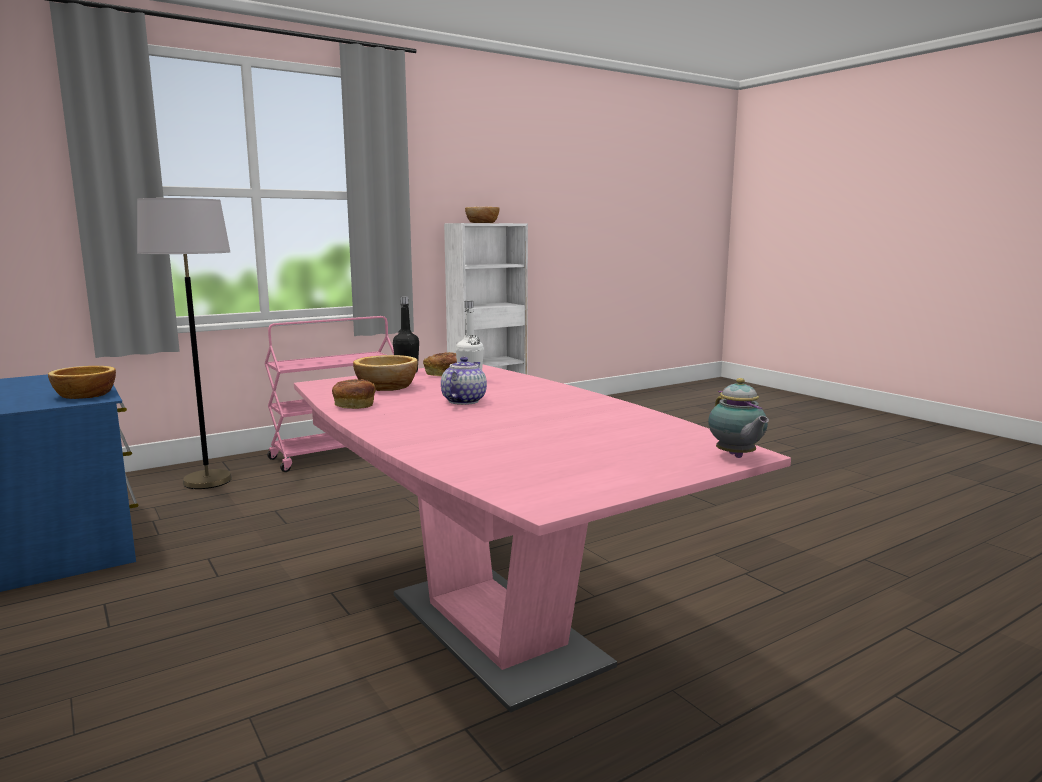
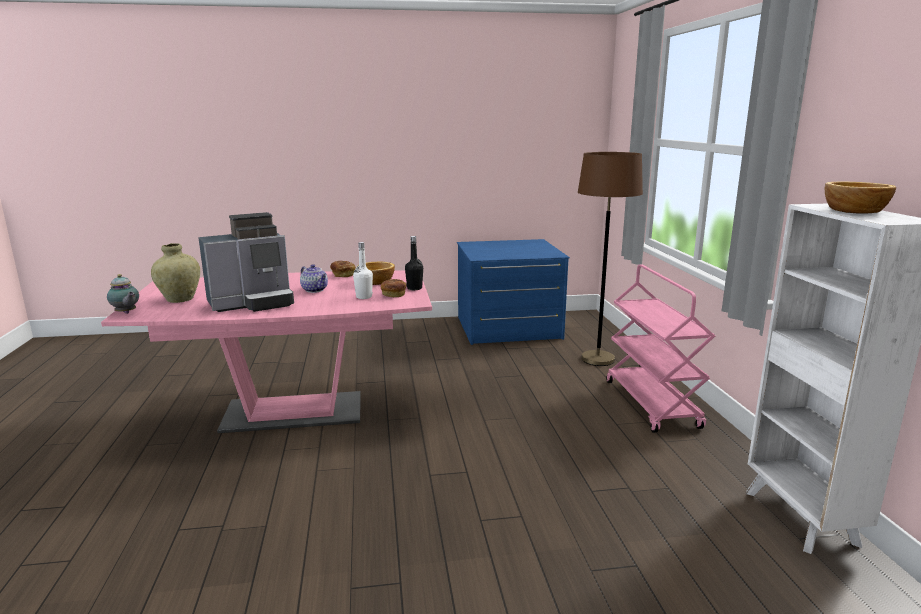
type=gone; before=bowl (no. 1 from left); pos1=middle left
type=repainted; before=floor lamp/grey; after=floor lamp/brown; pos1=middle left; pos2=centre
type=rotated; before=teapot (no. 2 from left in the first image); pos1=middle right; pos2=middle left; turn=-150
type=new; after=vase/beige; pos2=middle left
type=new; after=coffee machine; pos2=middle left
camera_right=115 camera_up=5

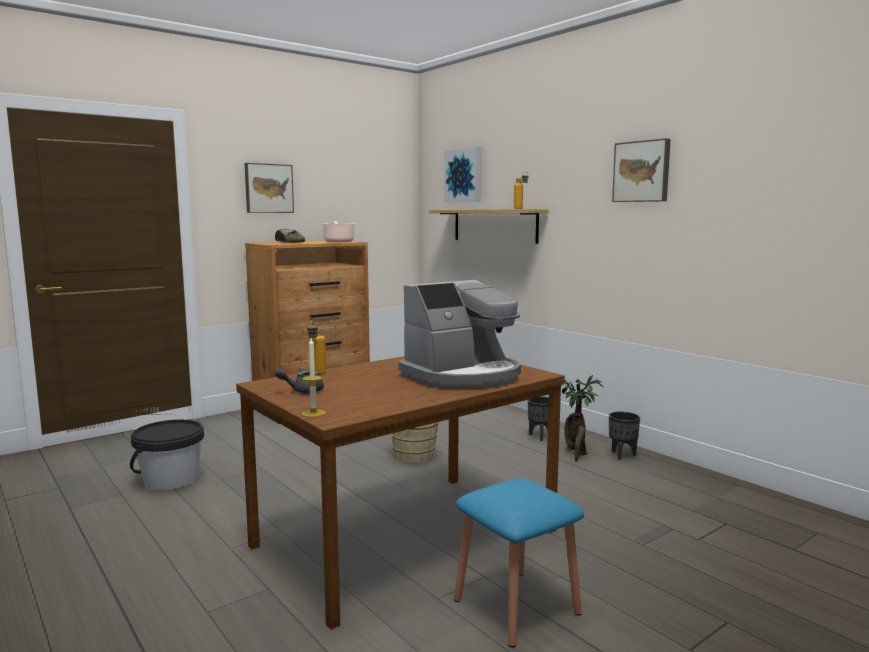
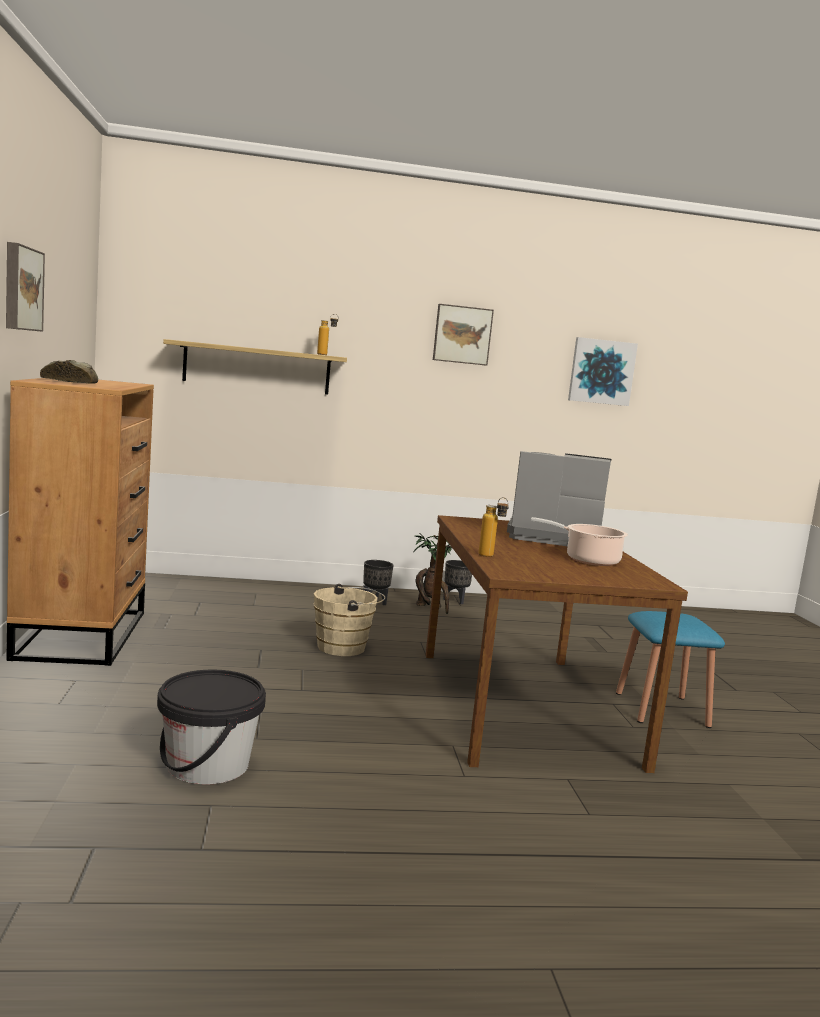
type=gone; before=teapot/grey; pos1=centre
type=gone; before=candle; pos1=centre
type=shifted; before=cooking pot; pos1=centre; pos2=middle right
type=rotated; before=coffee machine; pos1=centre; pos2=middle right; turn=-75
type=shifted; before=picture (no. 2 from left in the first image); after=picture (no. 3 from left); pos1=top centre; pos2=middle right
camera_right=-60 camera_up=0

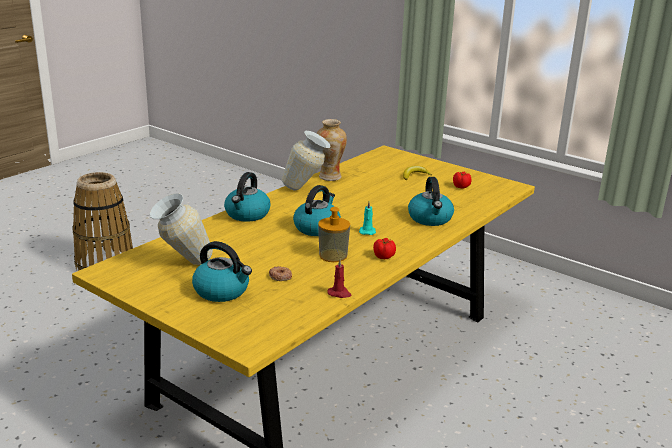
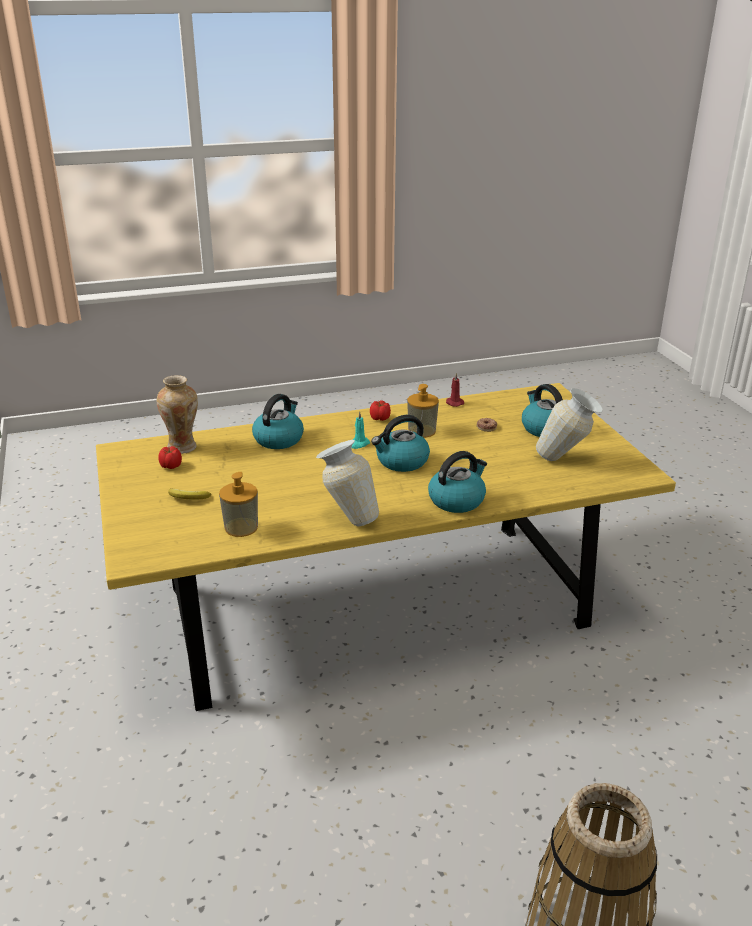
type=shifted; before=vase (no. 3 from left in the first image); after=vase (no. 1 from left); pos1=centre; pos2=middle left
type=new; after=soap dispenser (no. 1 from left); pos2=middle left
camera_right=-145 camera_up=5

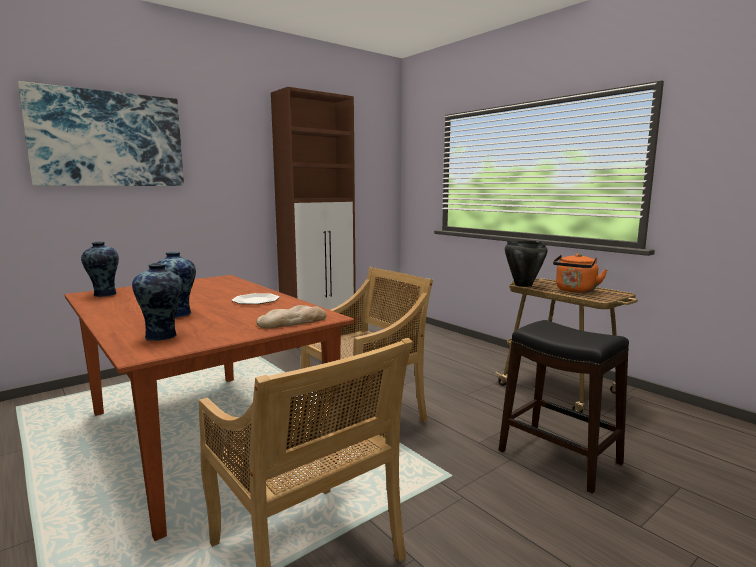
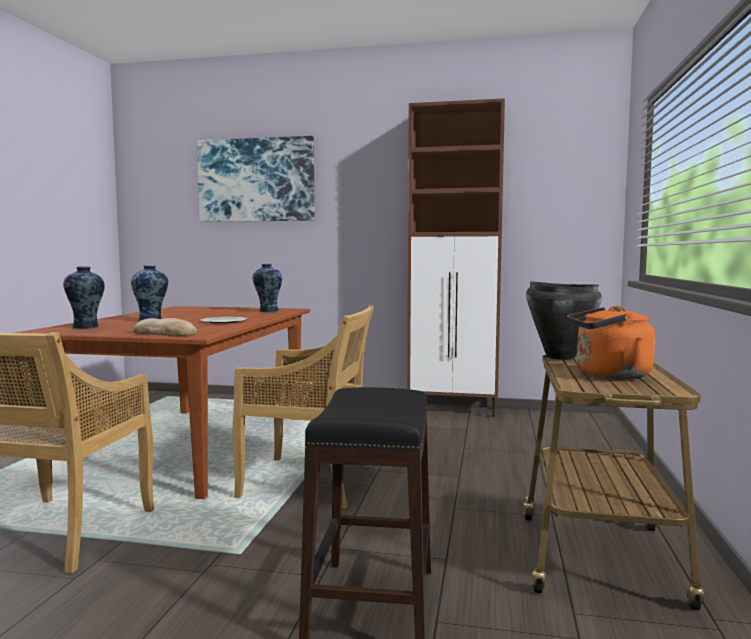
type=shifted; before=vase (no. 1 from left in the first image); after=vase (no. 3 from left); pos1=middle left; pos2=centre
camera_right=50 camera_up=-5

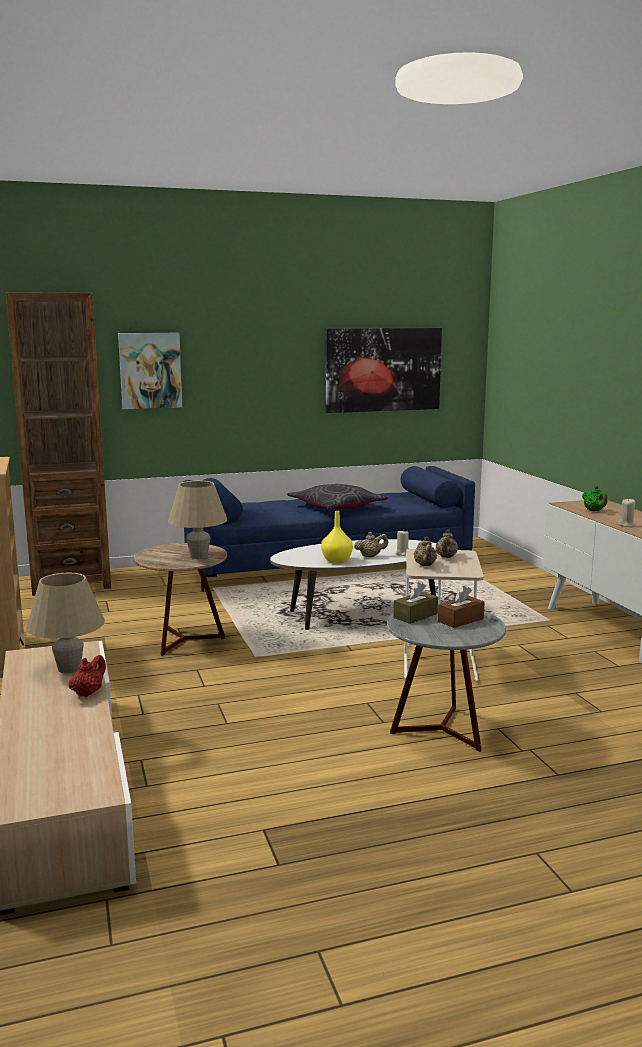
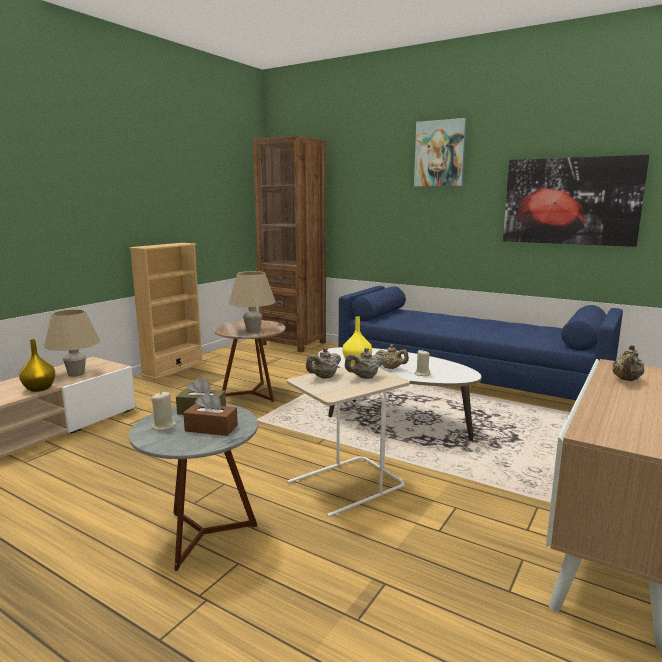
type=swapped; before=teapot/red; after=vase/yellow (no. 1 from left); pos1=middle left; pos2=middle left
type=shifted; before=picture (no. 1 from left); pos1=middle left; pos2=top centre
type=gone; before=pillow/grey; pos1=centre
type=repainted; before=teapot/green; after=teapot/beige (no. 4 from left); pos1=middle right; pos2=middle right
type=shifted; before=candle/beige (no. 2 from left in the first image); after=candle/beige (no. 1 from left); pos1=middle right; pos2=middle left
camera_right=50 camera_up=0

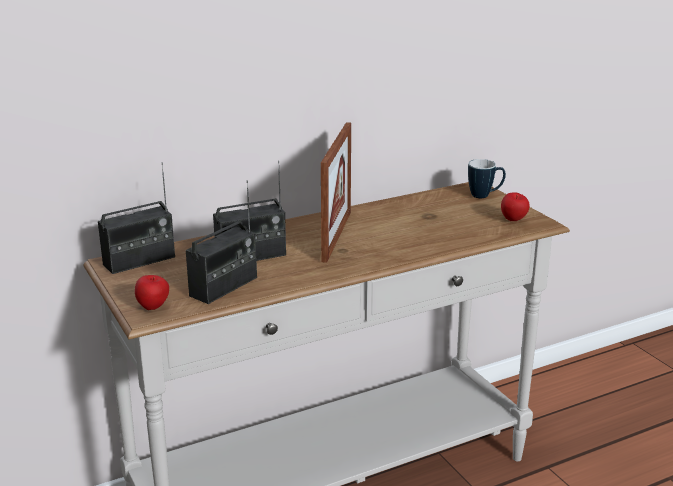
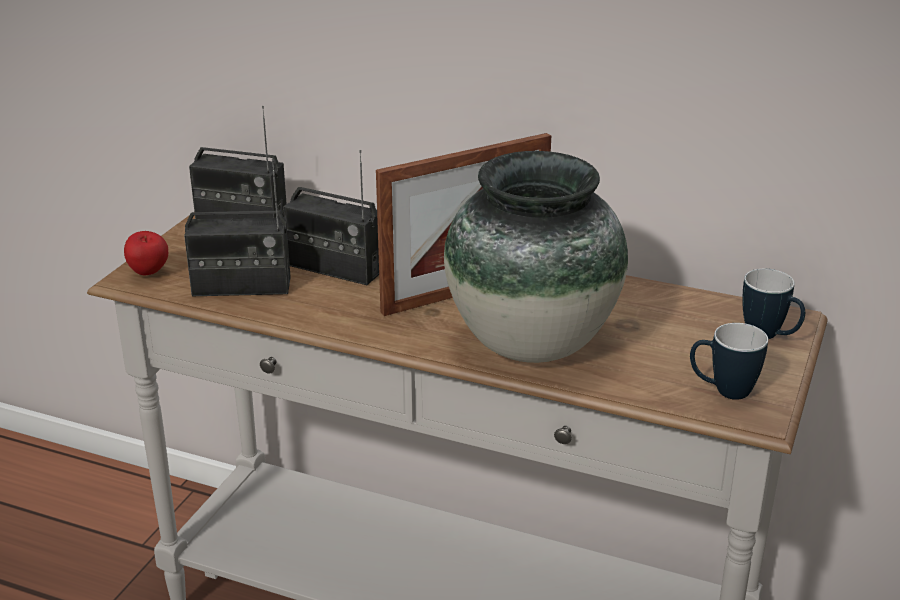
type=swapped; before=apple (no. 2 from left); after=mug (no. 1 from left); pos1=middle right; pos2=middle right
type=new; after=vase; pos2=centre
camera_right=50 camera_up=5

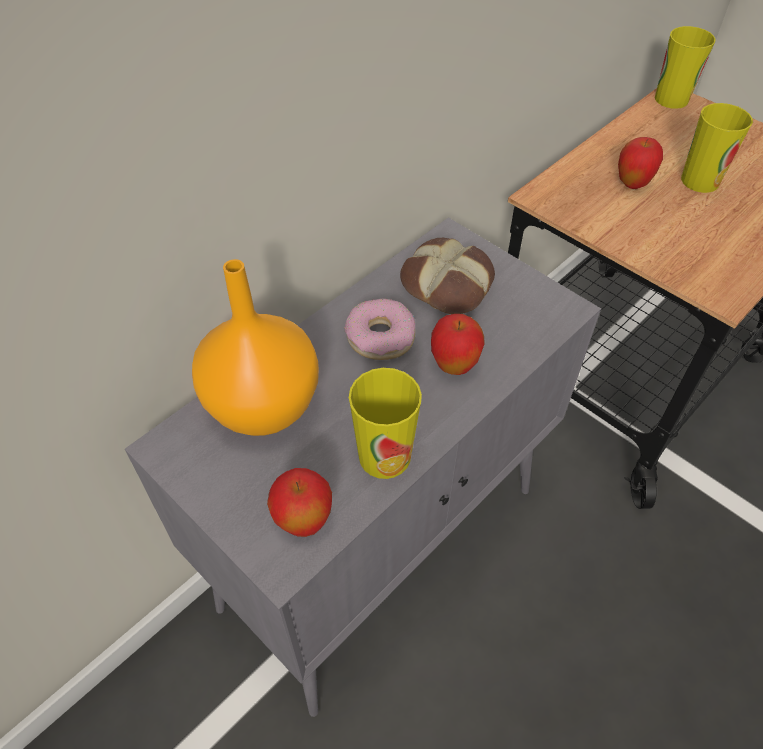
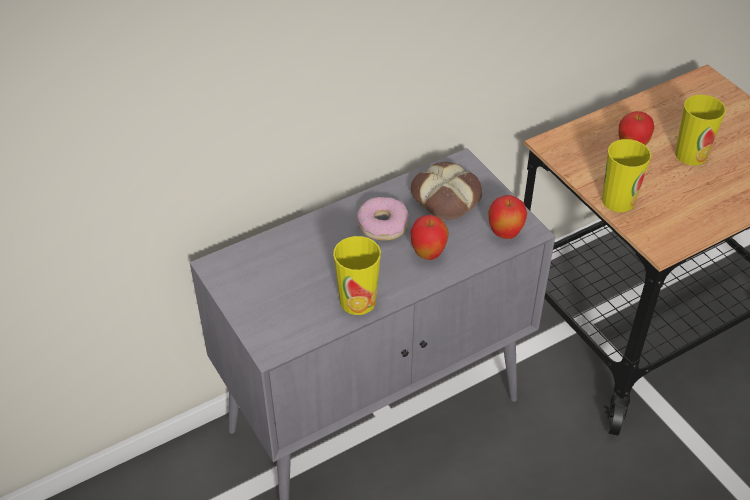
type=gone; before=vase/orange; pos1=centre
type=shifted; before=apple (no. 1 from left in the first image); after=apple (no. 2 from left); pos1=bottom centre; pos2=middle right
type=shifted; before=cup (no. 2 from left); pos1=top right; pos2=middle right
camera_right=15 camera_up=-5

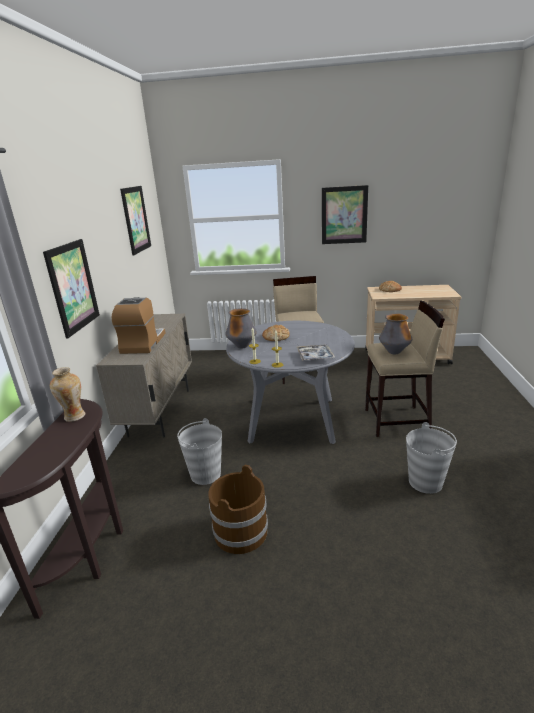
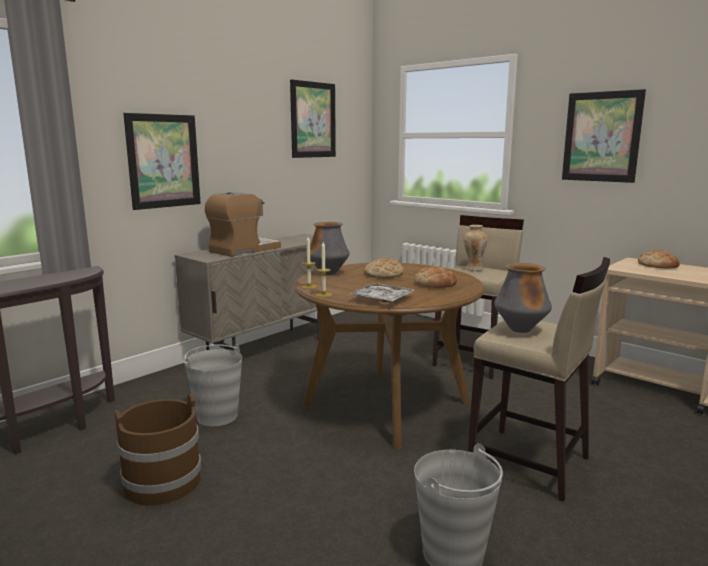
type=shifted; before=vase (no. 1 from left in the first image); after=vase (no. 2 from left); pos1=middle left; pos2=middle right
type=repainted; before=dining table/grey; after=dining table/brown; pos1=centre; pos2=centre
type=new; after=bread (no. 2 from left); pos2=centre
camera_right=35 camera_up=-10

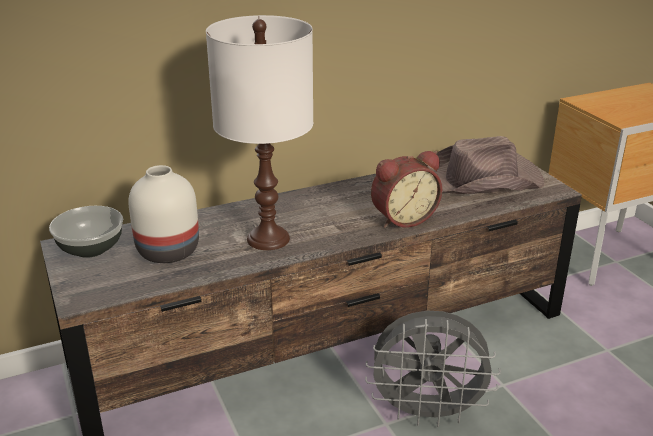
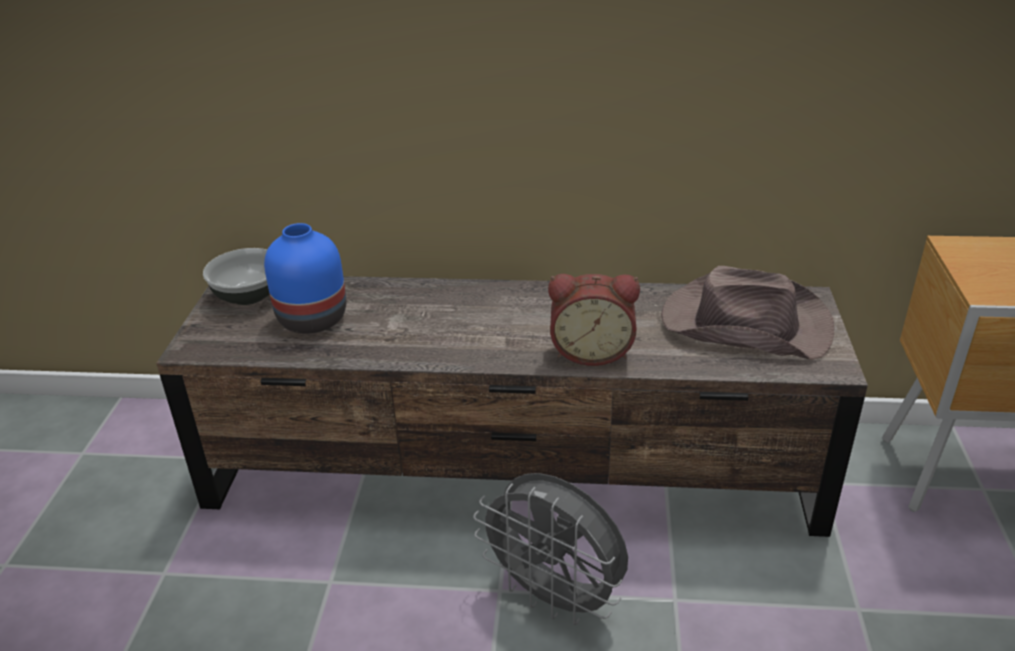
type=repainted; before=vase/white; after=vase/blue; pos1=middle left; pos2=middle left
type=gone; before=table lamp/white; pos1=top centre
camera_right=30 camera_up=5

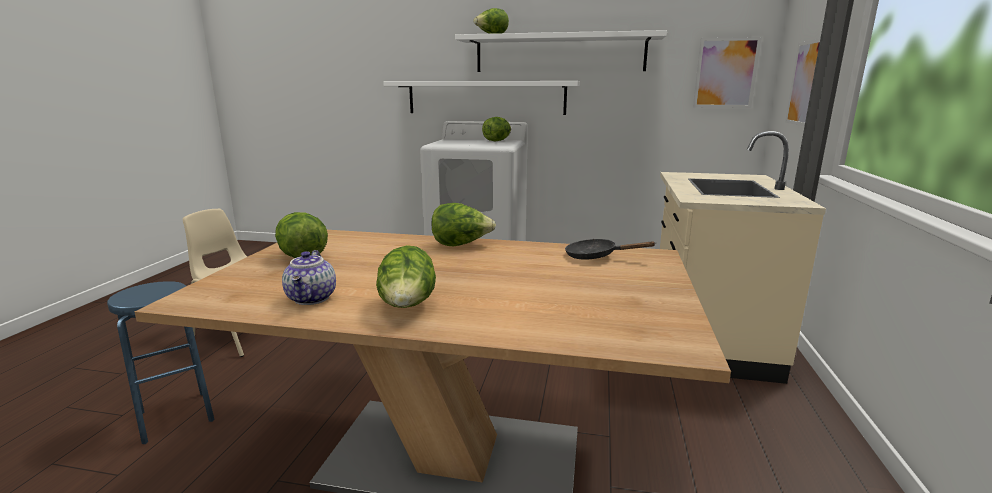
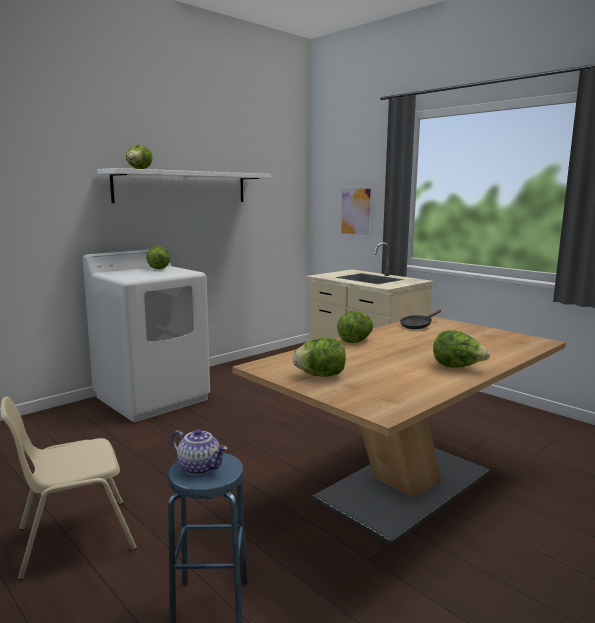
type=shifted; before=teapot; pos1=middle left; pos2=bottom centre
type=gone; before=shelf/white (no. 1 from left); pos1=top centre
type=gone; before=picture (no. 1 from left); pos1=top right
camera_right=-55 camera_up=-5

